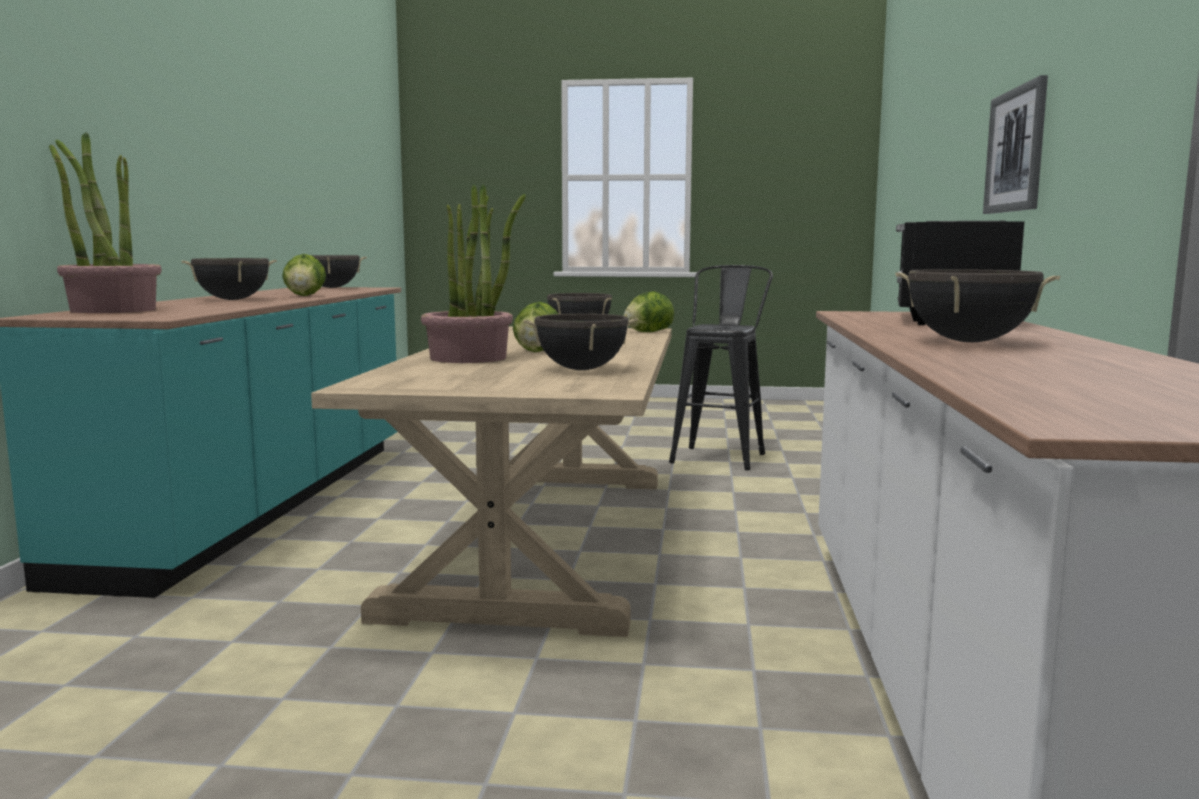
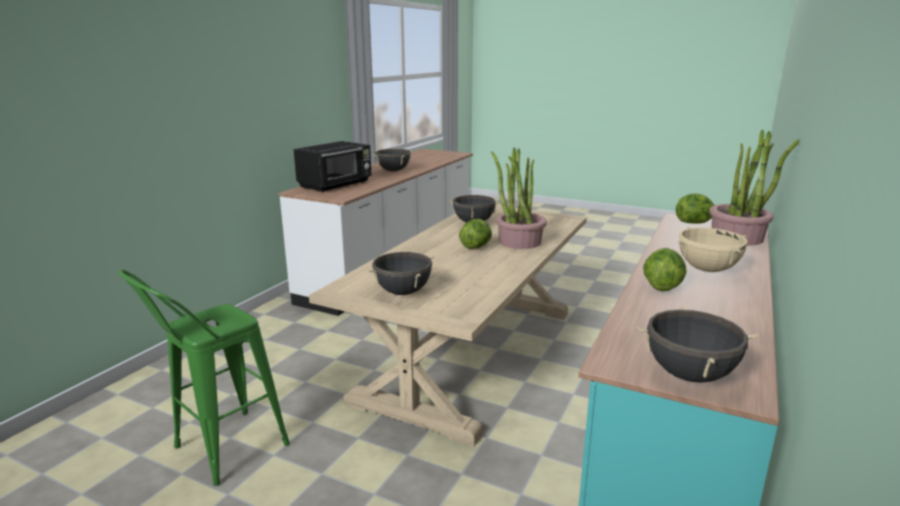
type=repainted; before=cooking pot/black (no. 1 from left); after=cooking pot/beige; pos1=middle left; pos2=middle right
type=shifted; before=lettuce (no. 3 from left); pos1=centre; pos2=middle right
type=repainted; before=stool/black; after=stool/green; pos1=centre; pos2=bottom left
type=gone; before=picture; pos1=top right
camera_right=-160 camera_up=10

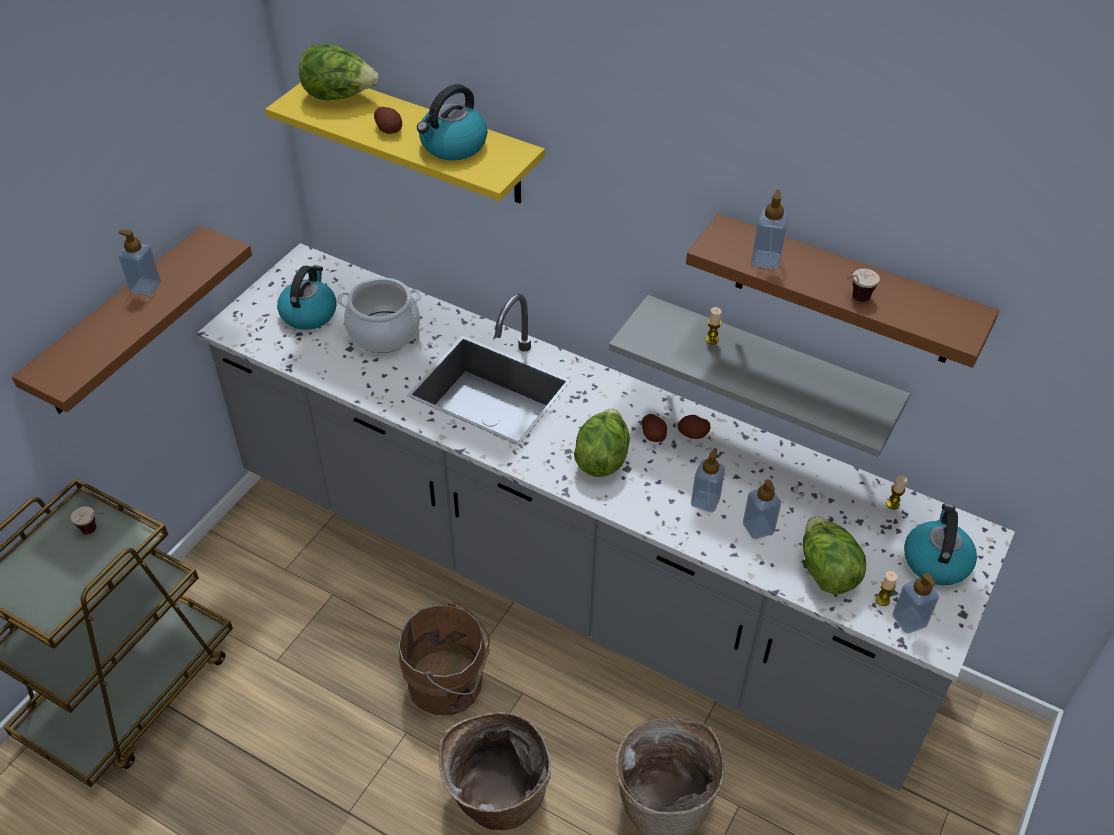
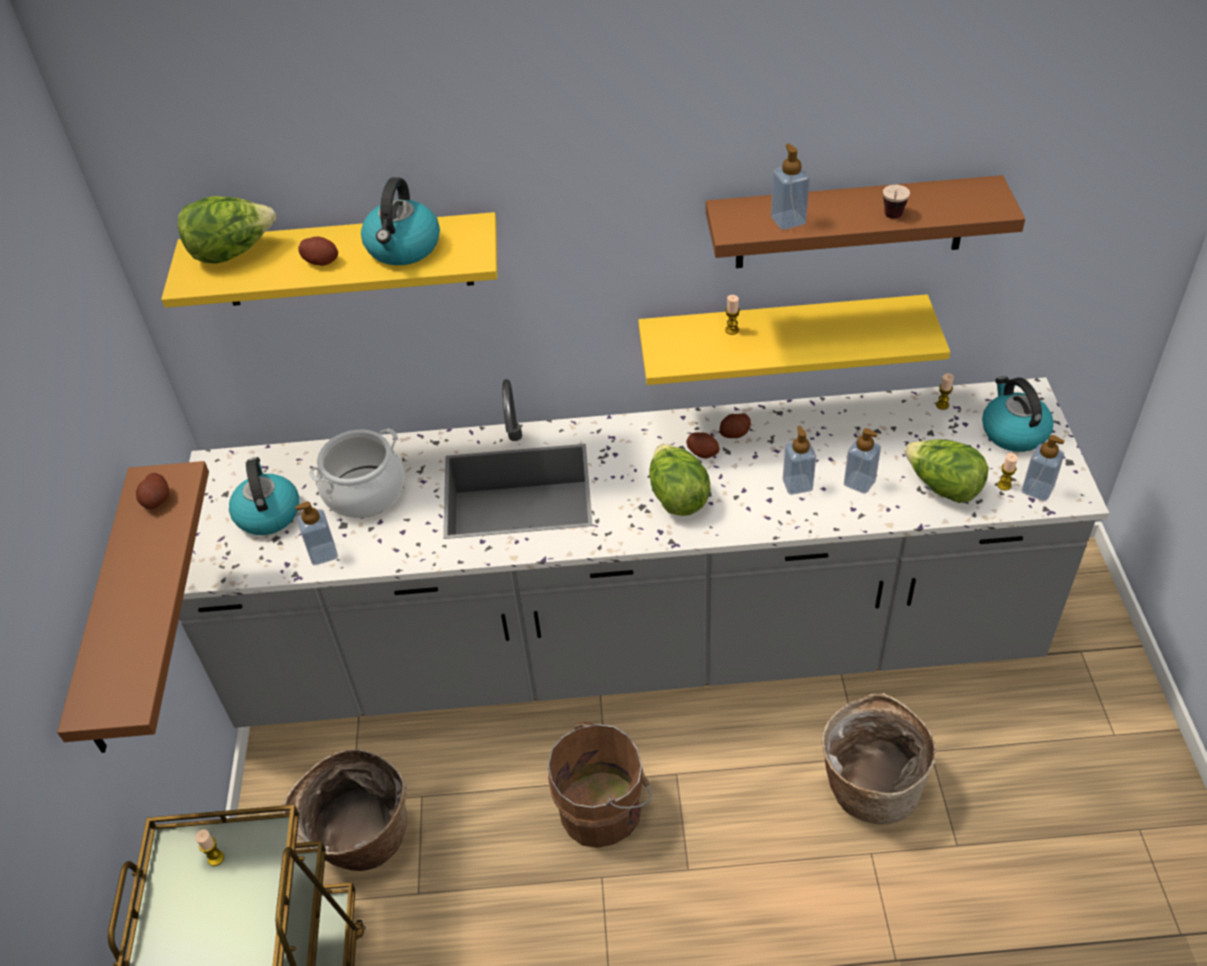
type=swapped; before=cup (no. 1 from left); after=candle (no. 1 from left); pos1=middle left; pos2=bottom left
type=shifted; before=soap dispenser (no. 1 from left); pos1=top left; pos2=middle left
type=shifted; before=basket (no. 1 from left); pos1=bottom centre; pos2=bottom left
type=repainted; before=shelf/grey; after=shelf/yellow (no. 2 from left); pos1=middle right; pos2=centre
type=new; after=potato (no. 1 from left); pos2=middle left
camera_right=-30 camera_up=0

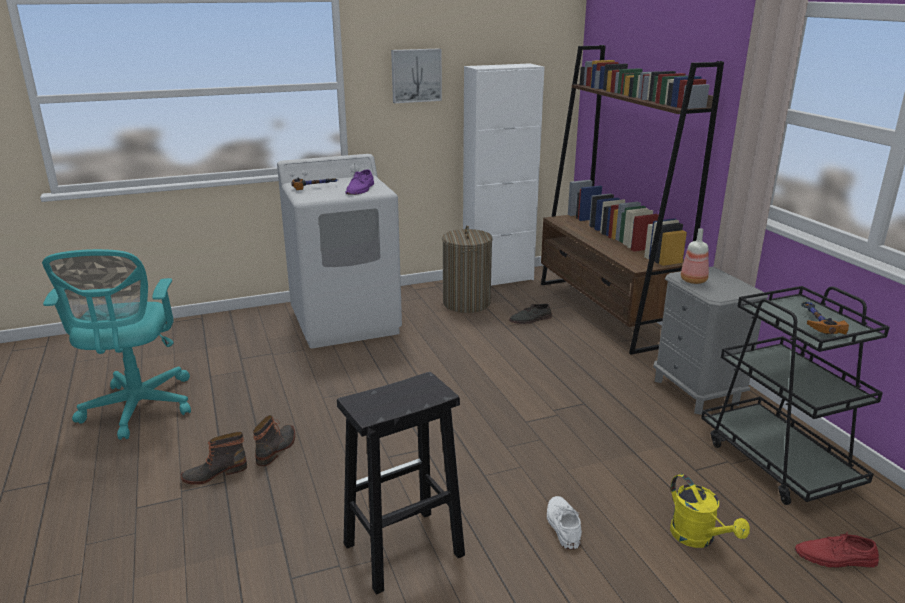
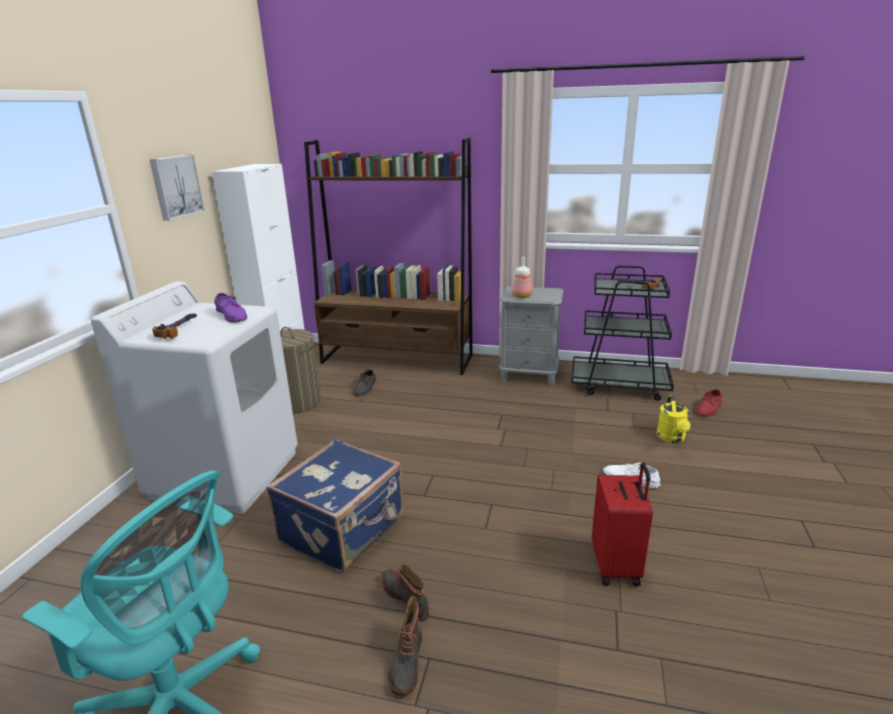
type=swapped; before=stool/black; after=suitcase/red; pos1=bottom centre; pos2=bottom right
type=rotated; before=watering can/yellow; pos1=bottom right; pos2=middle right; turn=90
type=new; after=suitcase/blue; pos2=bottom centre
camera_right=-55 camera_up=0

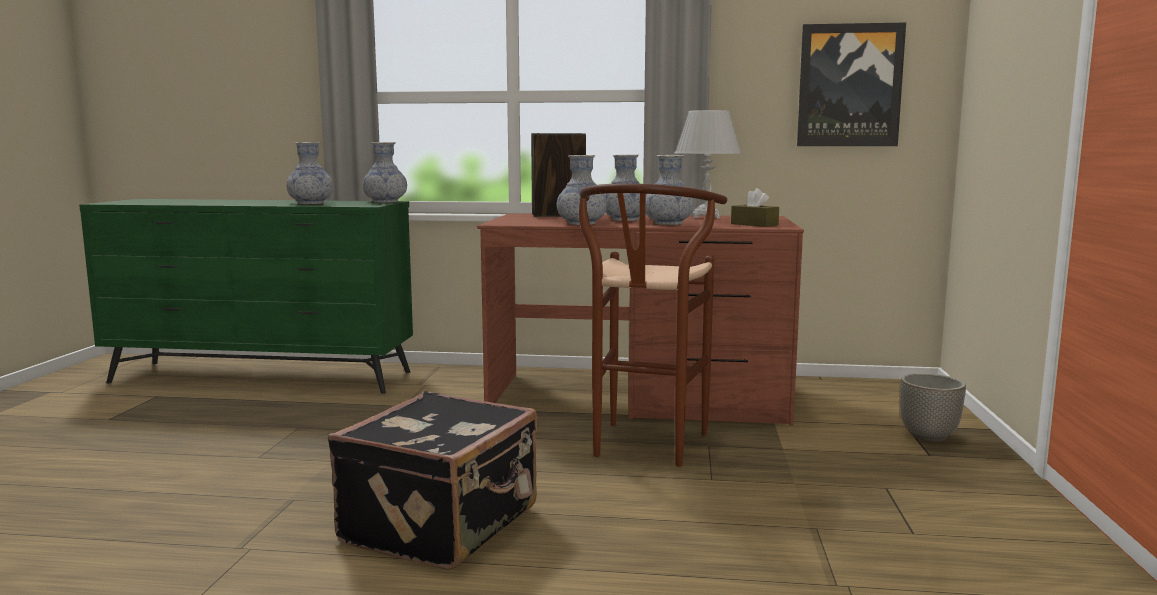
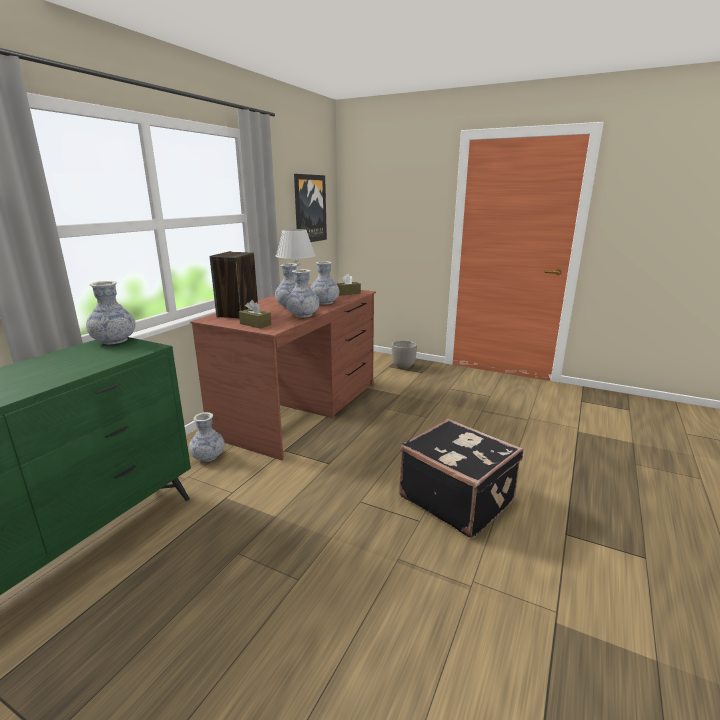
type=shifted; before=vase (no. 1 from left in the first image); after=vase (no. 2 from left); pos1=top left; pos2=middle left
type=gone; before=stool/brown; pos1=centre
type=new; after=tissue box/brown (no. 1 from left); pos2=centre
camera_right=-70 camera_up=10

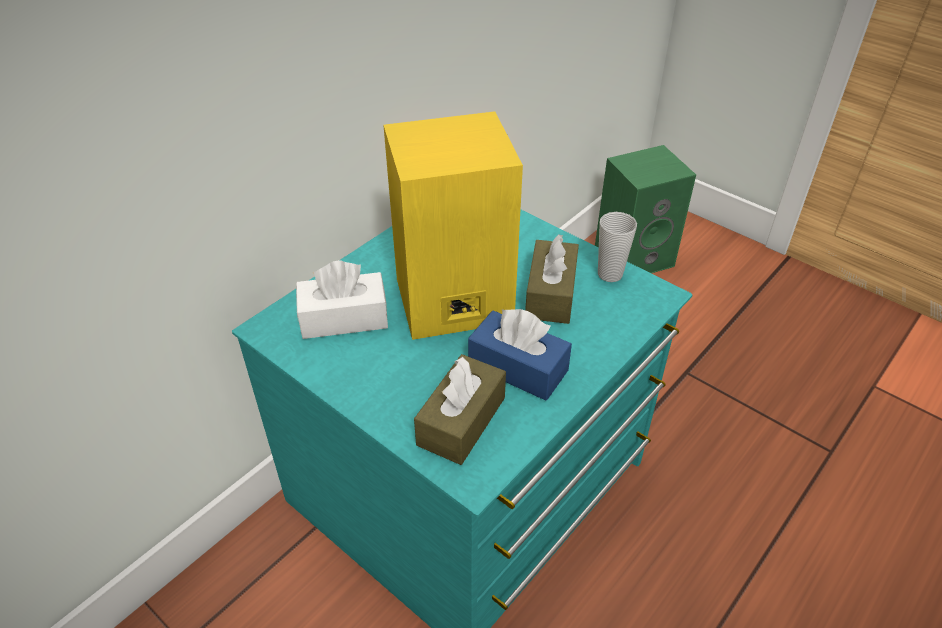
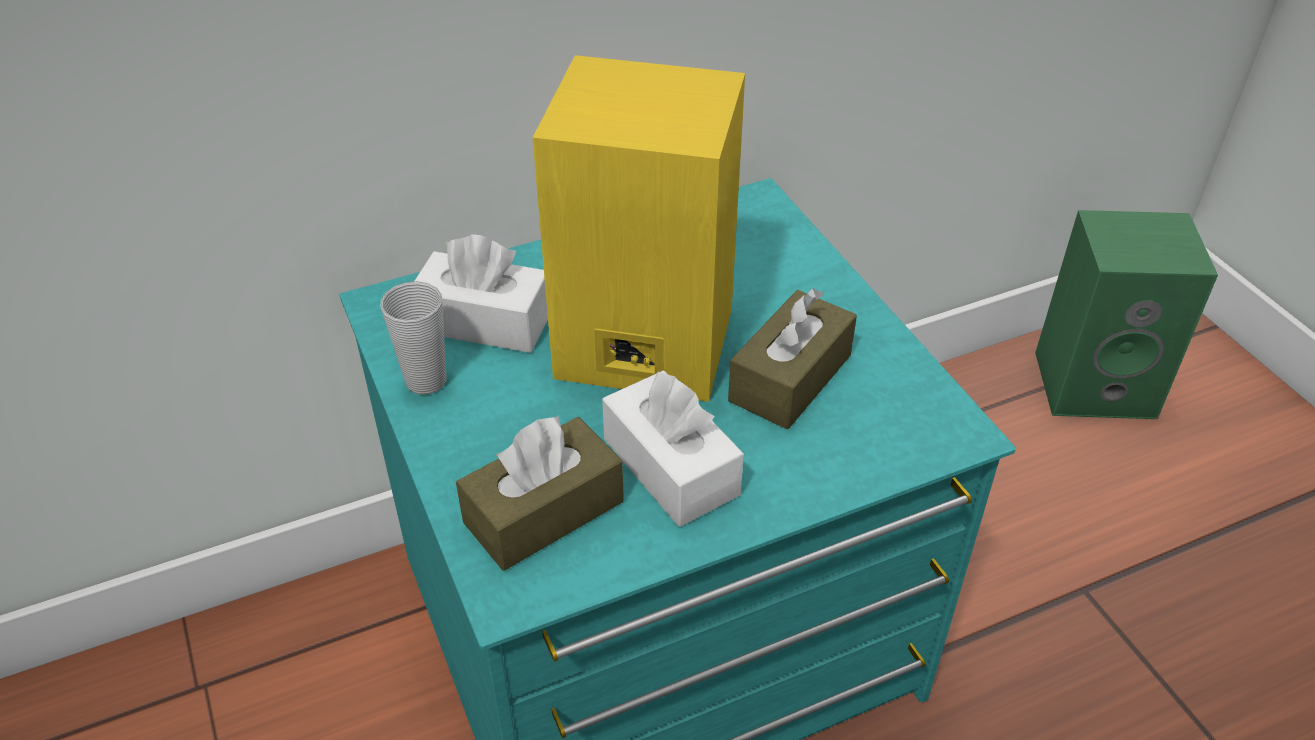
type=repainted; before=tissue box/blue; after=tissue box/white (no. 2 from left); pos1=centre; pos2=centre
type=shifted; before=cup; pos1=centre; pos2=middle left
camera_right=25 camera_up=0

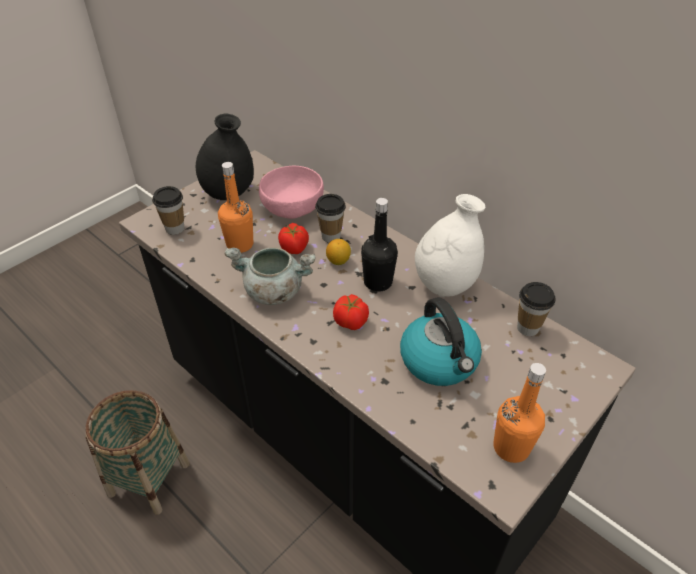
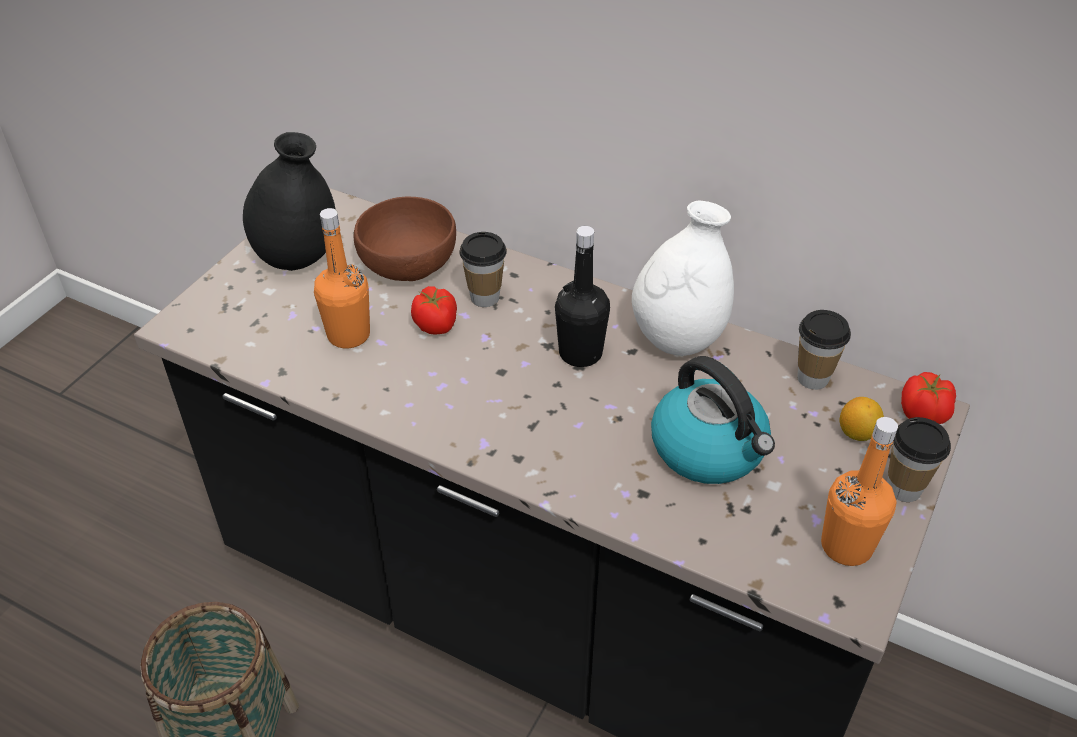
type=shifted; before=cup (no. 1 from left in the first image); after=cup (no. 3 from left); pos1=middle left; pos2=middle right
type=gone; before=cooking pot/grey; pos1=centre
type=repainted; before=bowl/pink; after=bowl/brown; pos1=centre; pos2=top centre
type=shifted; before=lemon; pos1=centre; pos2=middle right
type=shifted; before=tomato (no. 2 from left); pos1=centre; pos2=middle right
camera_right=-15 camera_up=0

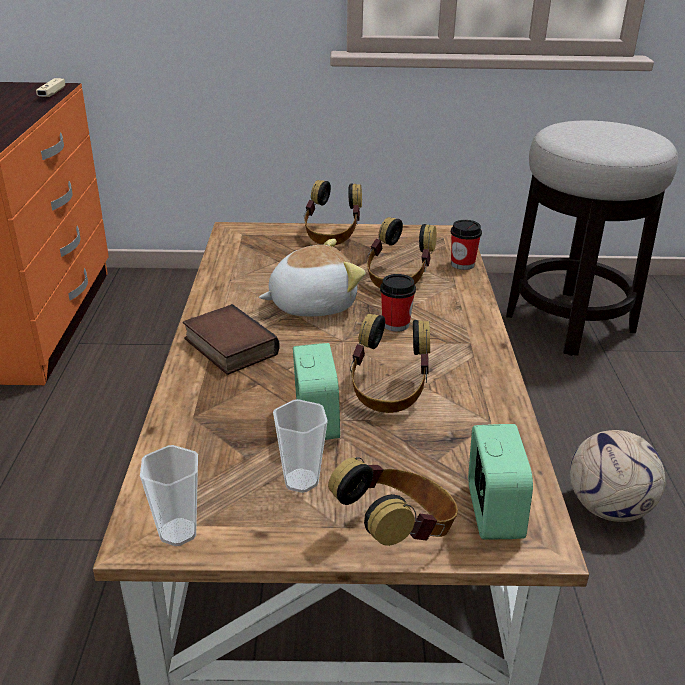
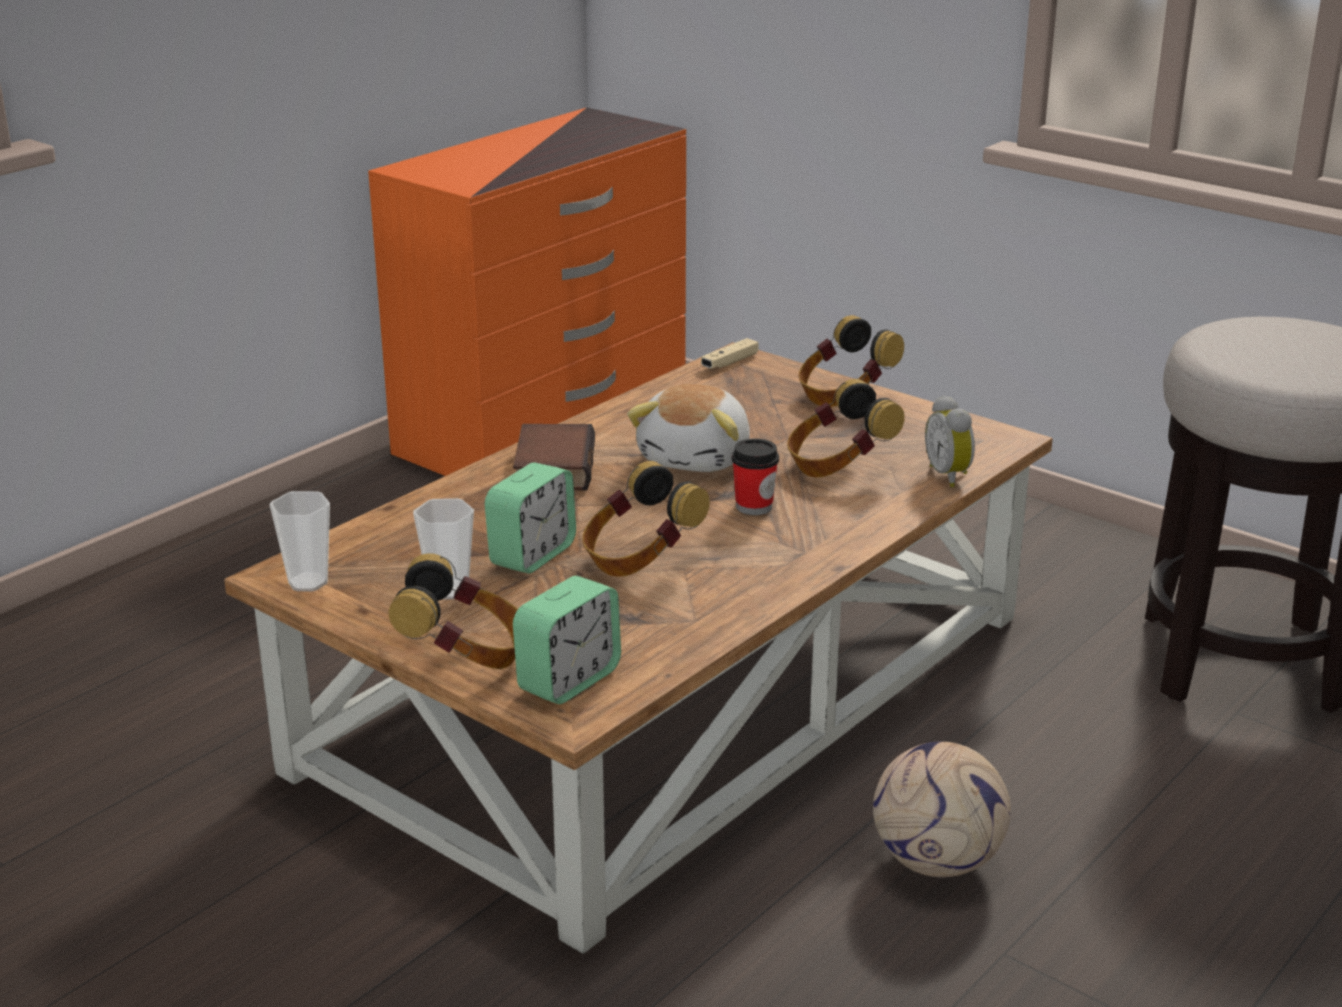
type=shifted; before=game controller/beige; pos1=top left; pos2=centre
type=rotated; before=plush toy; pos1=centre; pos2=centre; turn=90
type=swapped; before=cup (no. 4 from left); after=alarm clock (no. 3 from left); pos1=middle right; pos2=middle right
camera_right=40 camera_up=-5

